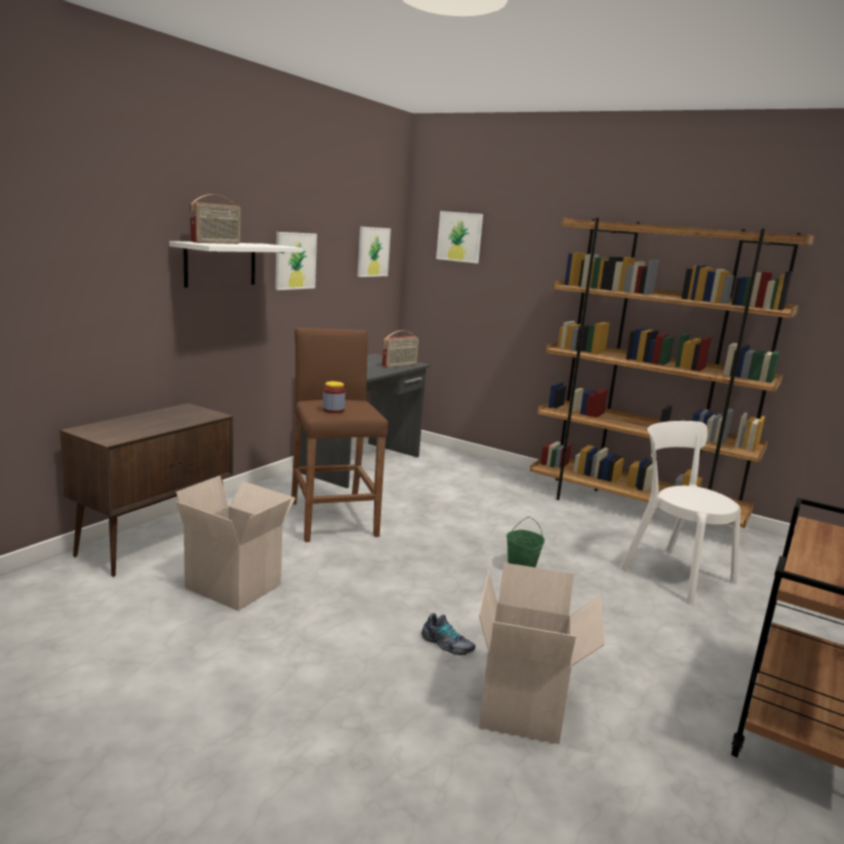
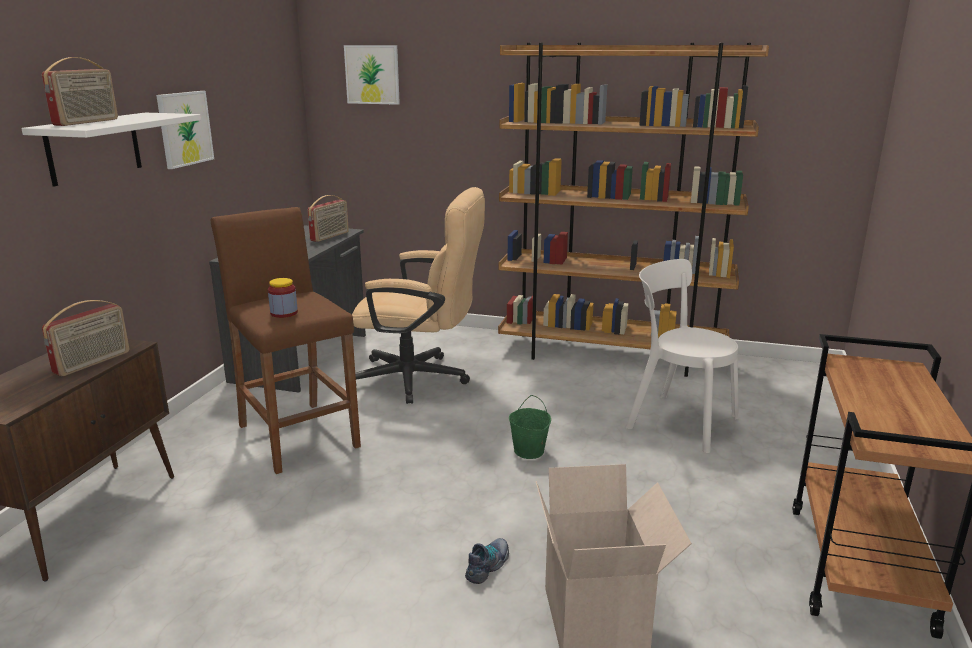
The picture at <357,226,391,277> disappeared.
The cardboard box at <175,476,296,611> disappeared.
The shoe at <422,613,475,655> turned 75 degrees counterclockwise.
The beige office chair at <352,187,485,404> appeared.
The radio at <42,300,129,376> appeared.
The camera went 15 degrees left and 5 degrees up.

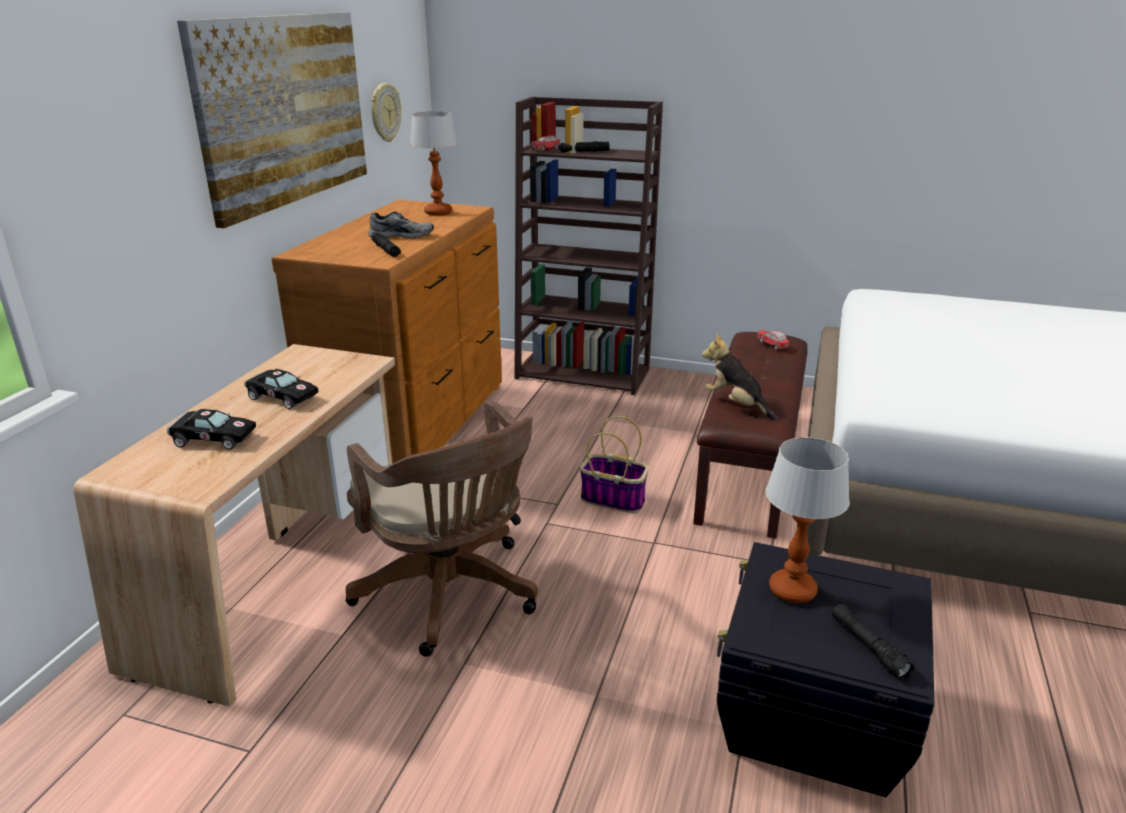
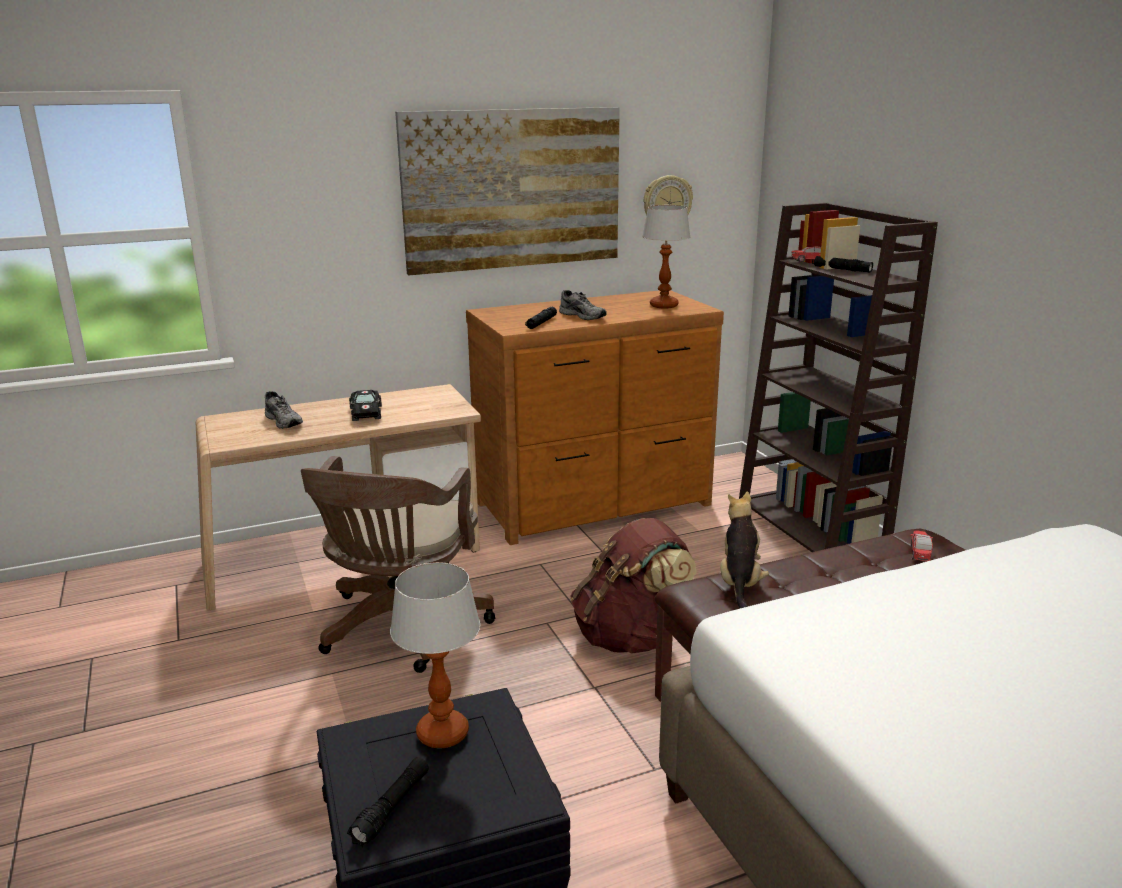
The black toy car at <167,409,256,450> was replaced by the grey shoe at <265,391,303,429>.
The basket at <580,416,649,513> was replaced by the brown backpack at <570,518,697,654>.
The camera went 50 degrees right and 5 degrees down.

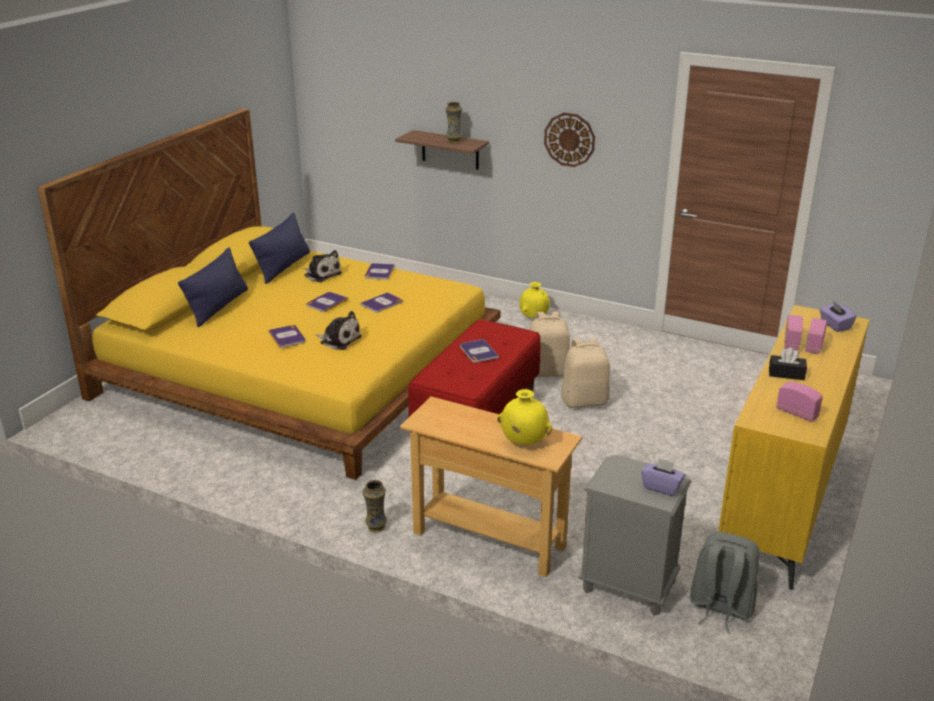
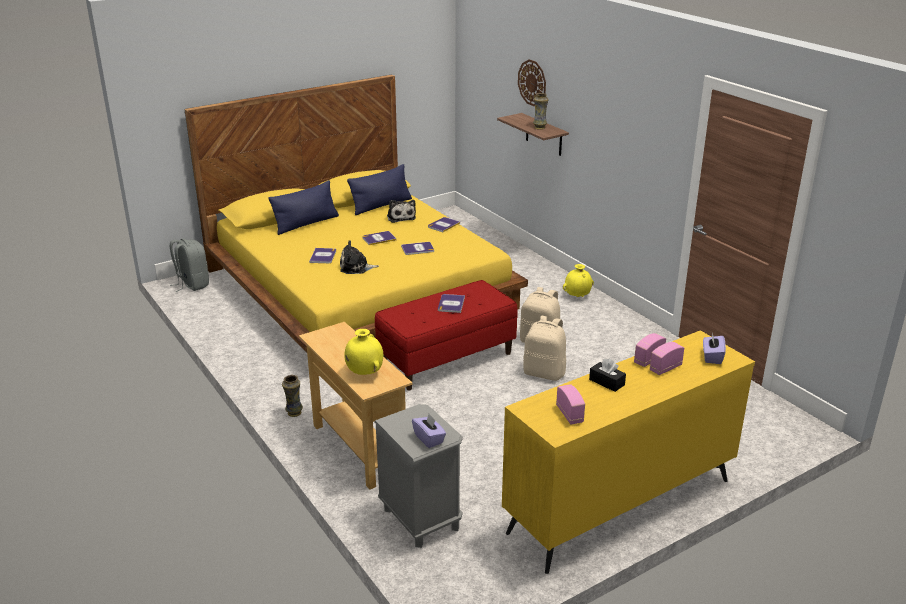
The wall clock moved from <544,113,595,167> to <518,59,546,106>.
The plush toy at <316,311,362,350> turned 120 degrees clockwise.
The grey backpack moved from <690,532,760,633> to <170,238,209,292>.
The camera went 30 degrees right and 0 degrees up.

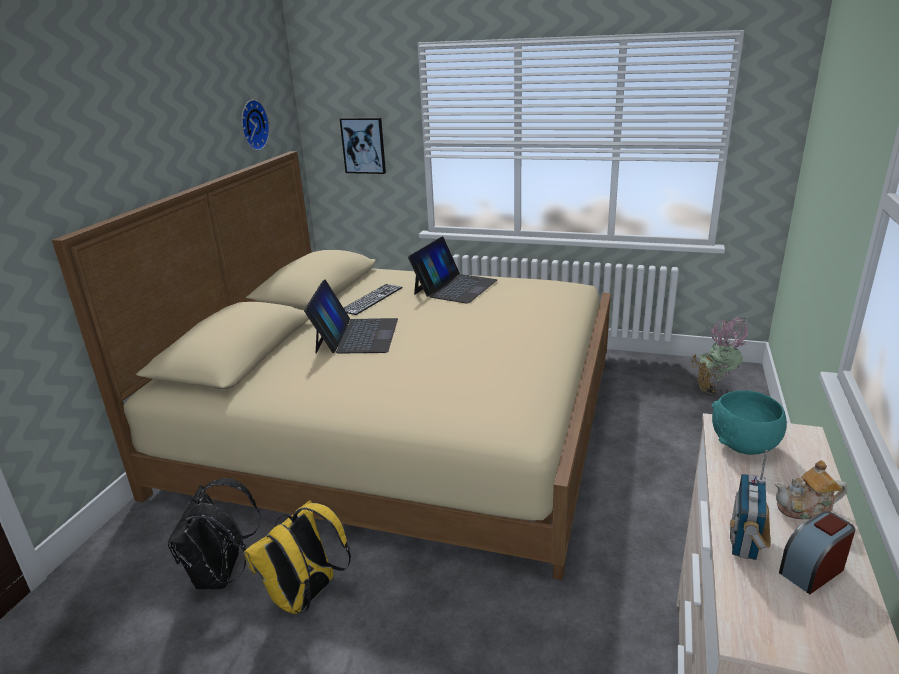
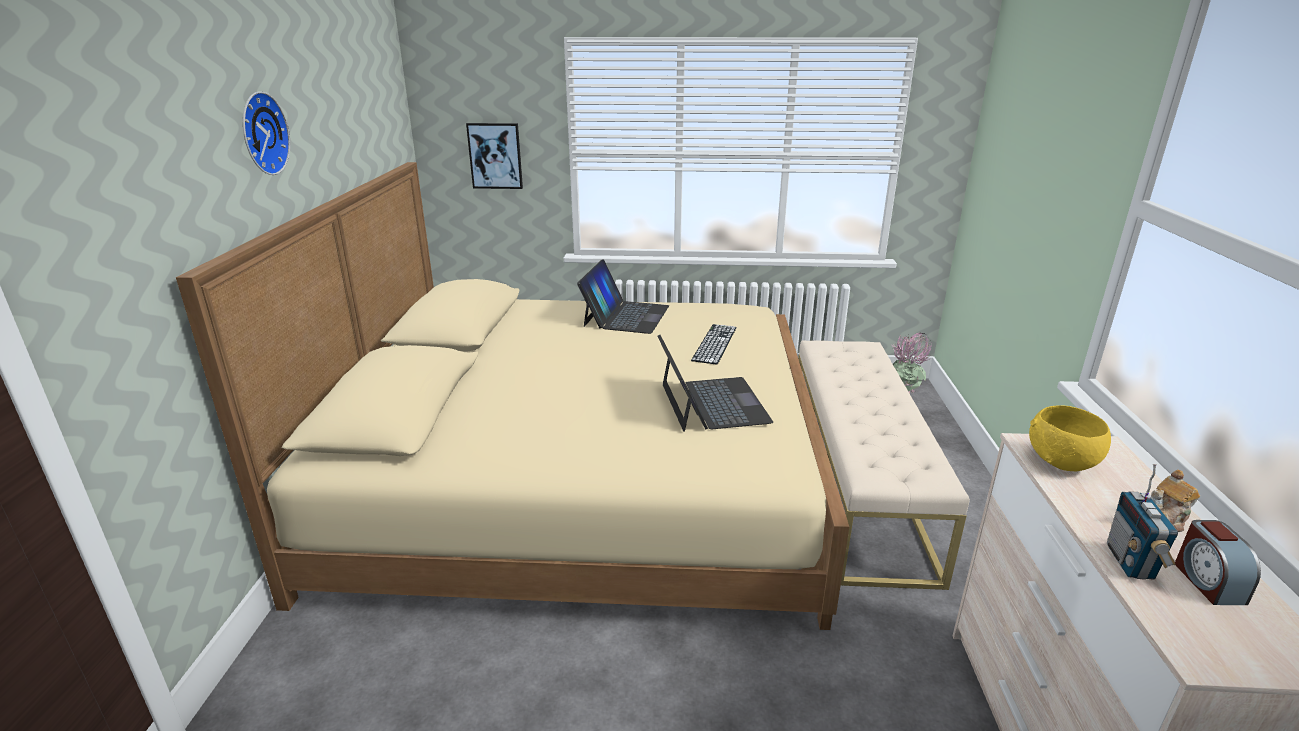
The wall clock moved from <241,100,270,151> to <243,91,290,175>.
The laptop moved from <304,280,398,354> to <657,335,773,432>.
The keyboard moved from <344,284,403,315> to <691,324,737,365>.
The turquoise bowl at <712,390,787,455> became the yellow bowl at <1029,405,1111,471>.
The black backpack at <168,478,261,589> disappeared.
The yellow backpack at <243,500,351,614> disappeared.
The alarm clock at <779,511,855,594> turned 45 degrees counterclockwise.
The beige bench at <798,340,970,590> appeared.
The camera went 15 degrees left and 0 degrees up.

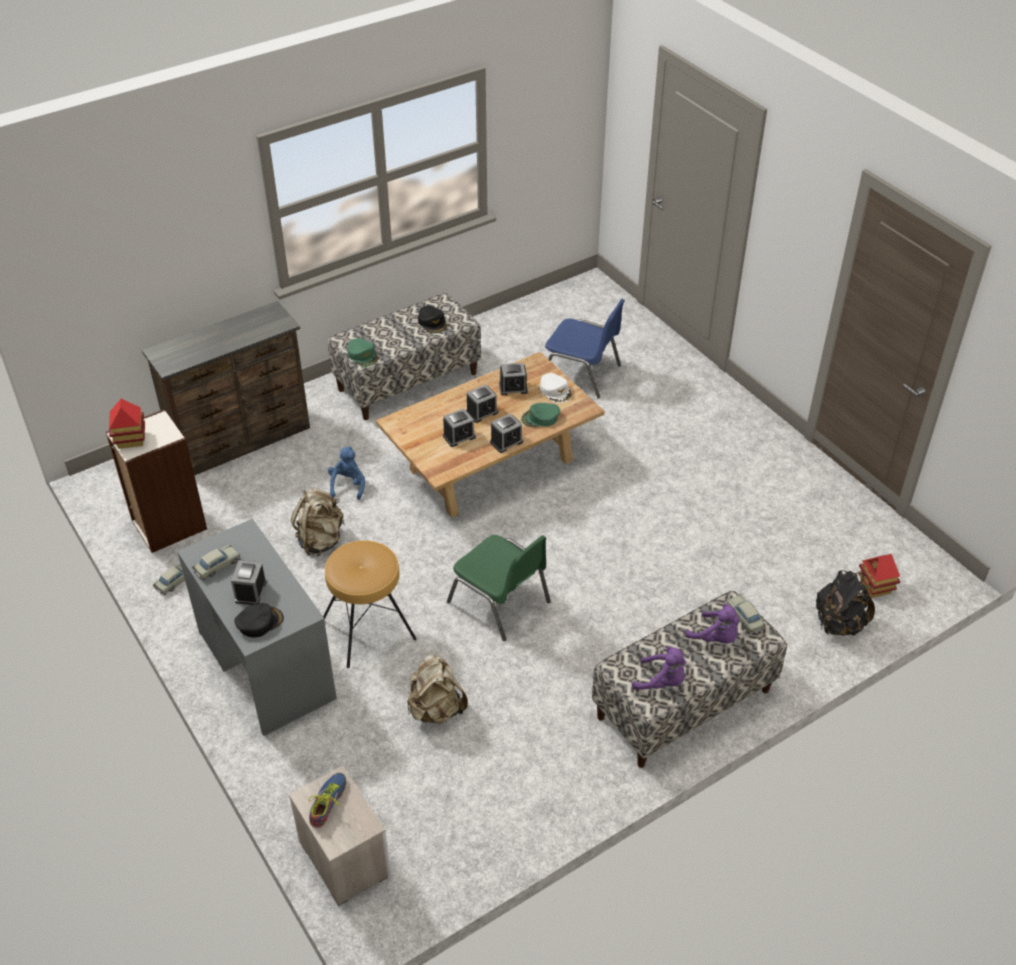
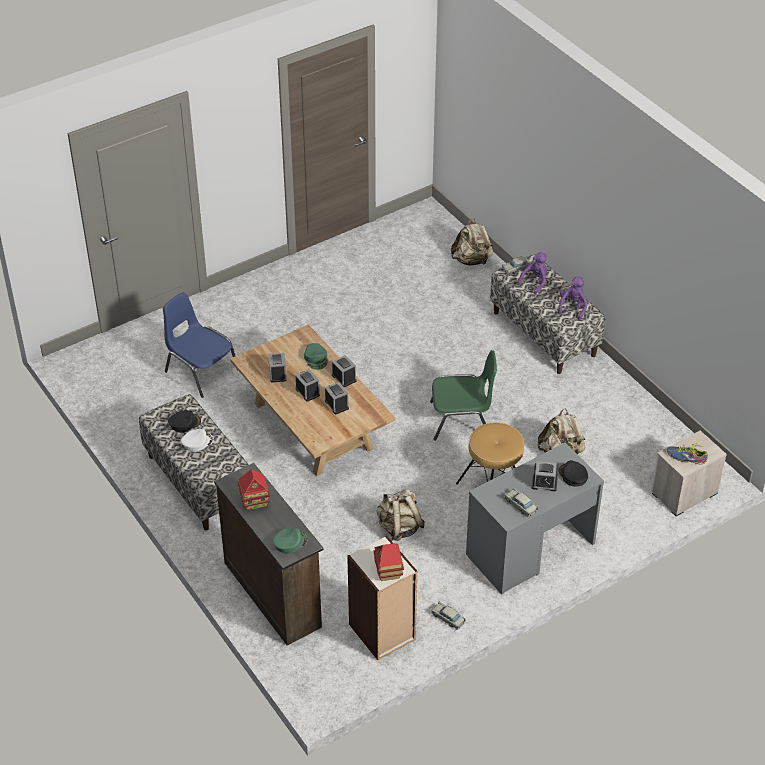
The blue chair at <545,299,625,399> turned 75 degrees counterclockwise.
The green cap moved from <347,338,378,367> to <272,527,308,554>.
The white cap moved from <540,373,572,403> to <181,429,214,452>.
The blue plush toy at <328,446,365,500> disappeared.
The green chair at <447,535,551,641> turned 45 degrees clockwise.
The toy house moved from <858,554,900,598> to <238,469,270,510>.
The black backpack at <816,570,875,636> became the beige backpack at <451,218,493,266>.
The camera went 90 degrees left and 0 degrees up.

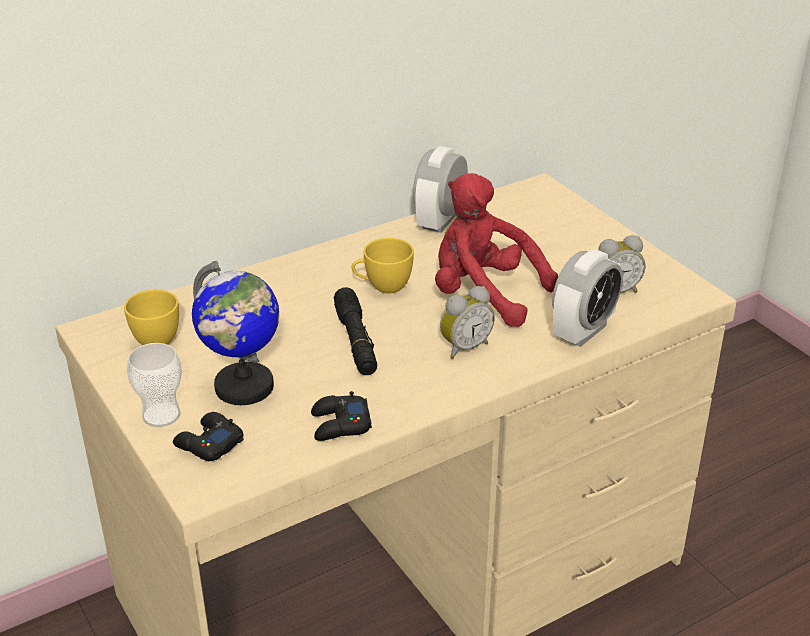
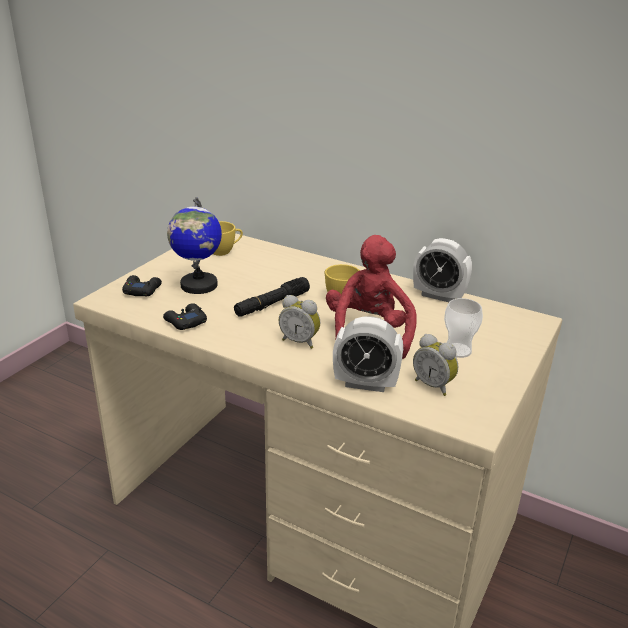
The alarm clock at <413,146,468,233> turned 150 degrees counterclockwise.
The cup moved from <127,343,182,427> to <444,298,483,358>.
The camera went 60 degrees right and 5 degrees down.

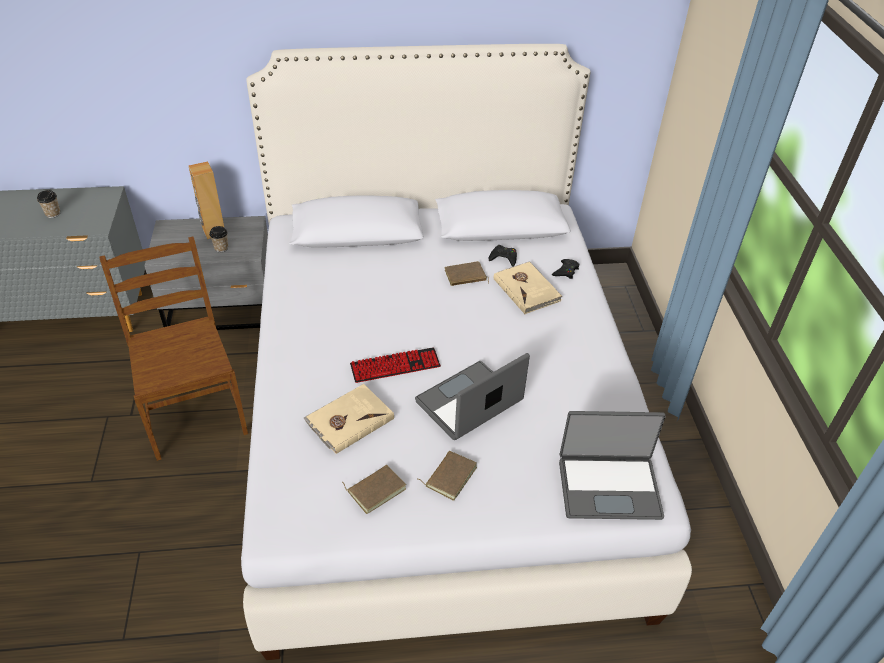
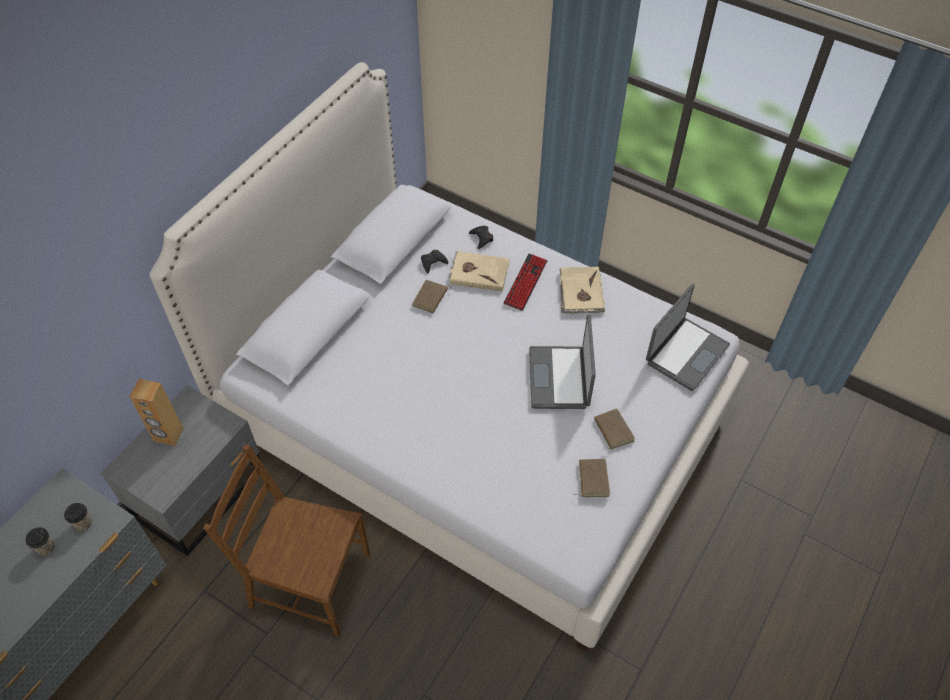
The cup moved from <209,226,228,252> to <64,503,92,531>.
The keyboard moved from <350,347,441,383> to <504,254,547,311>.
The beige book moved from <304,384,394,454> to <560,267,605,313>.
The camera went 50 degrees left and 10 degrees up.

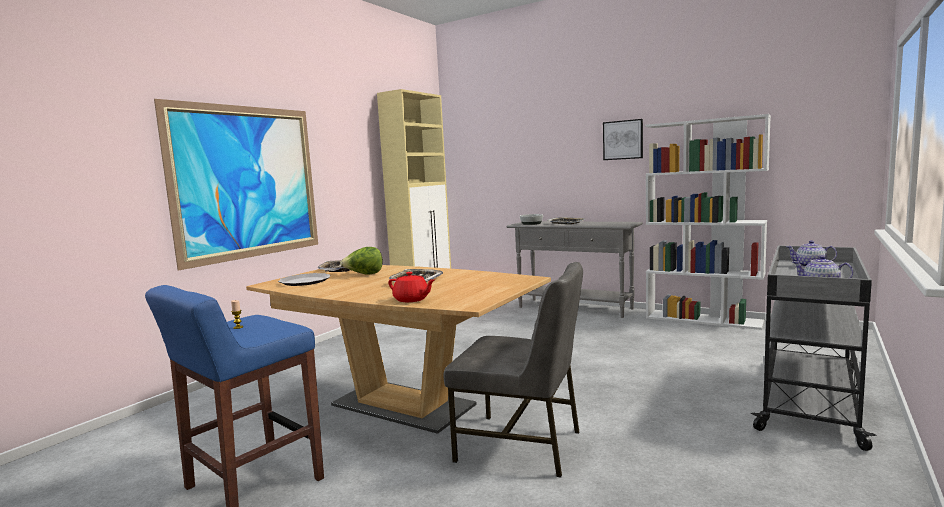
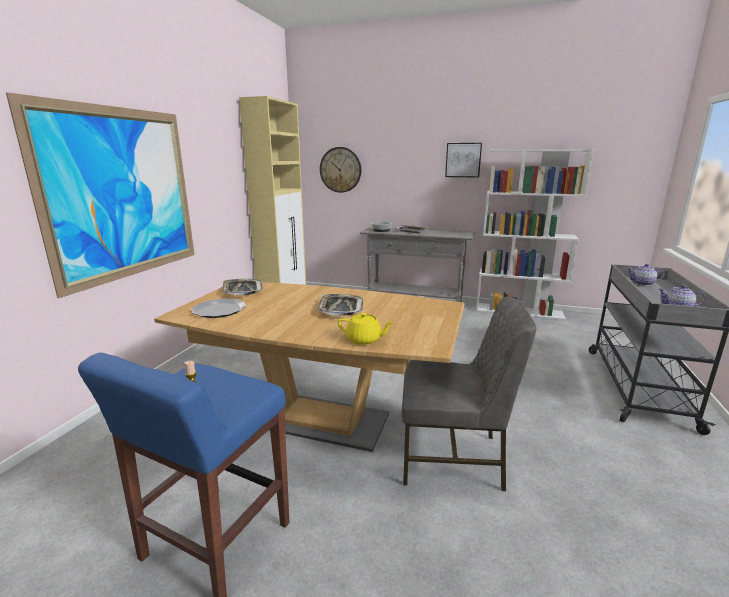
The lettuce at <340,247,383,275> disappeared.
The red teapot at <388,272,434,302> became the yellow teapot at <337,313,394,345>.
The wall clock at <320,147,361,193> appeared.
The camera went 15 degrees left and 10 degrees up.

